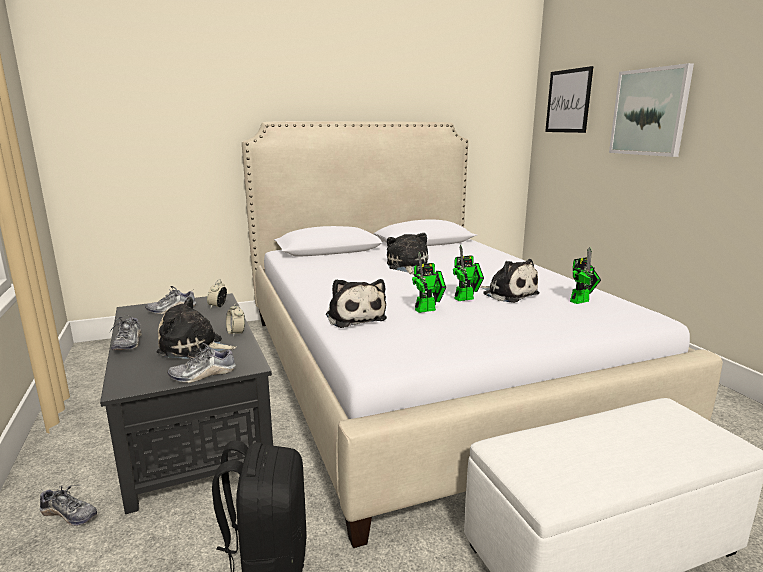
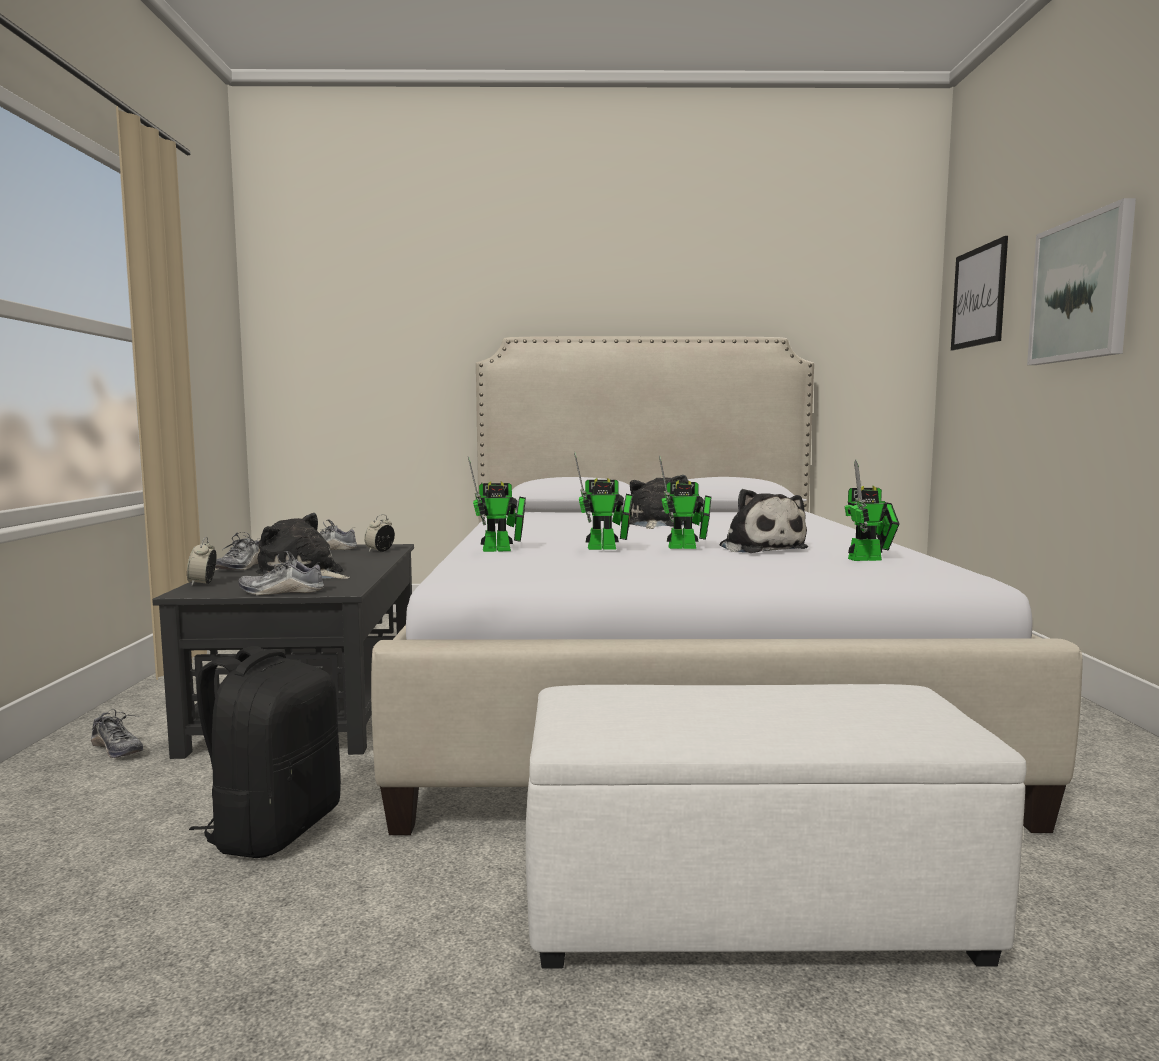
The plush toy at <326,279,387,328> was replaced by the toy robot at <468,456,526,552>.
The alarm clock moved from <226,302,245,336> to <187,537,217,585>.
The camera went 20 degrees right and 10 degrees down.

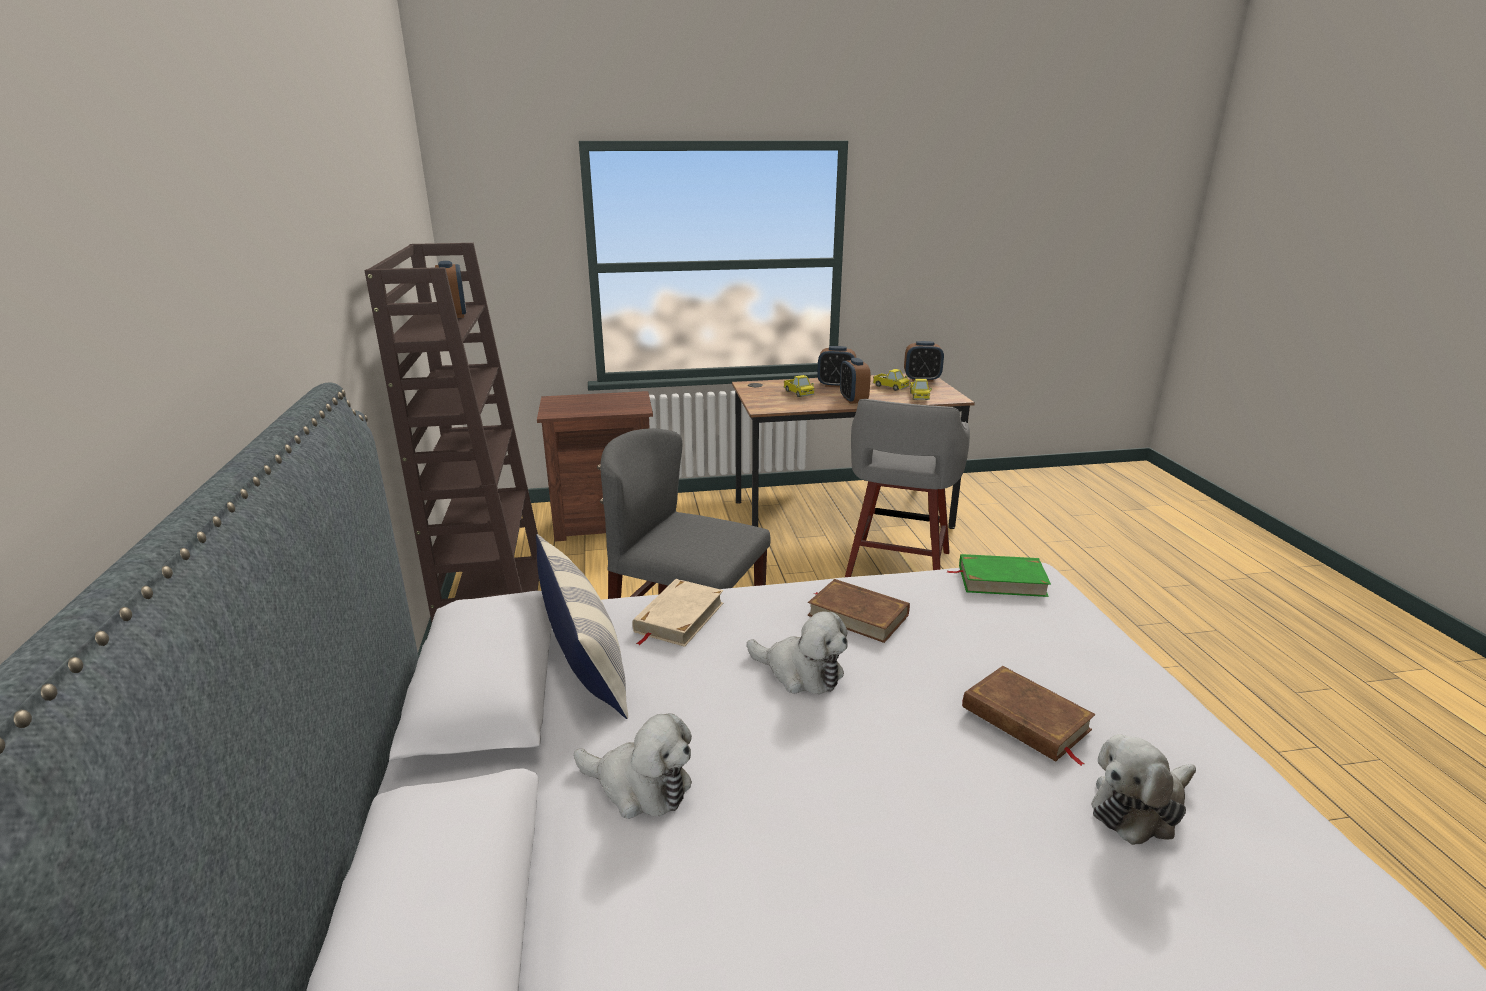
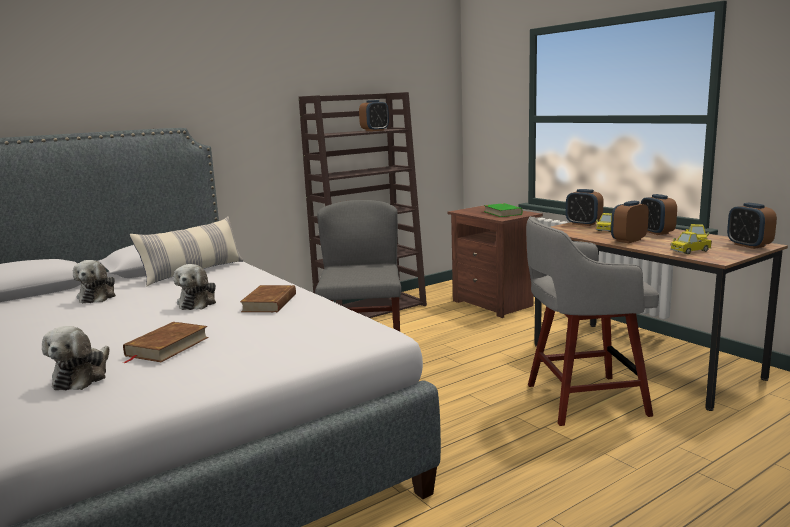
The green book moved from <946,554,1051,597> to <484,203,522,217>.
The beige book at <633,579,724,647> disappeared.
The plush toy at <1092,734,1196,845> turned 120 degrees counterclockwise.
The alarm clock at <566,189,604,226> appeared.
The camera went 65 degrees right and 10 degrees down.

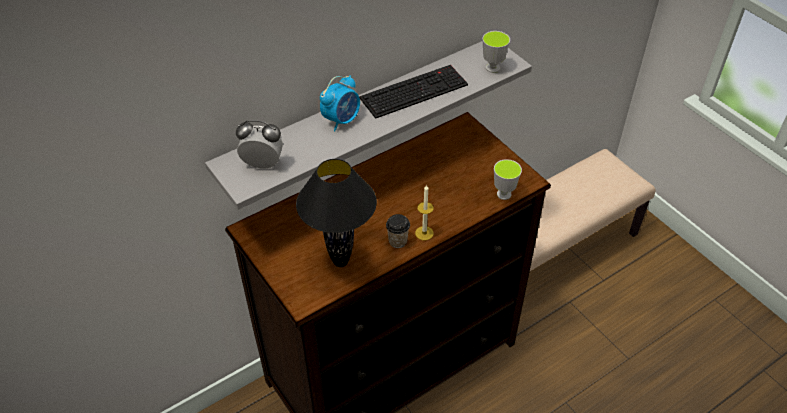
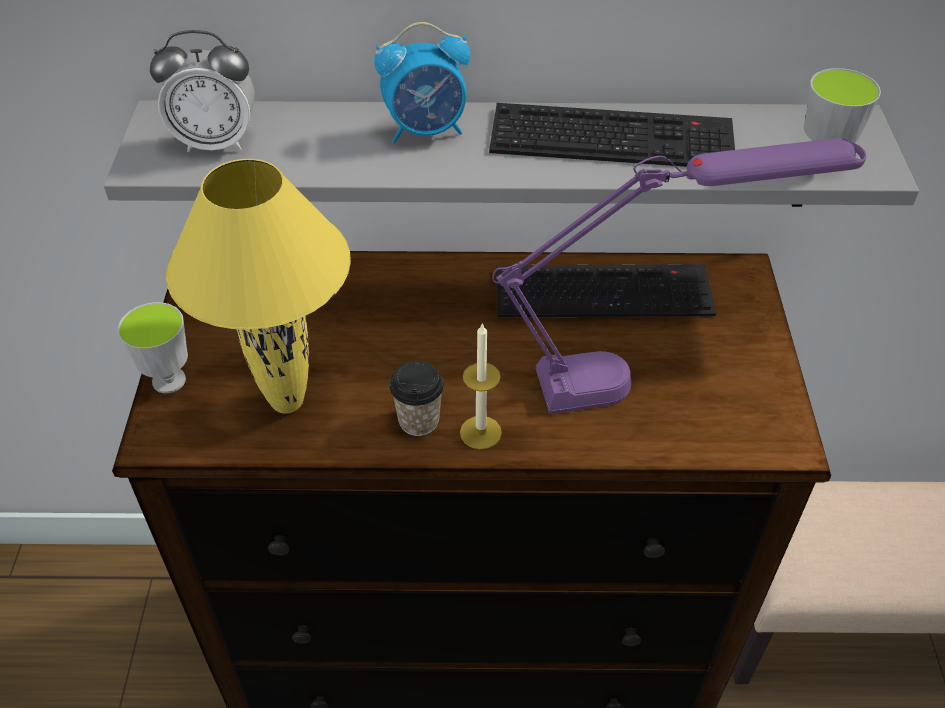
The alarm clock at <236,120,283,169> turned 135 degrees clockwise.
The black table lamp at <296,159,377,267> became the yellow table lamp at <166,159,351,414>.
The cup moved from <494,159,522,200> to <118,302,188,393>.
The purple table lamp at <492,138,866,414> appeared.
The keyboard at <496,264,716,318> appeared.
The camera went 35 degrees right and 0 degrees up.

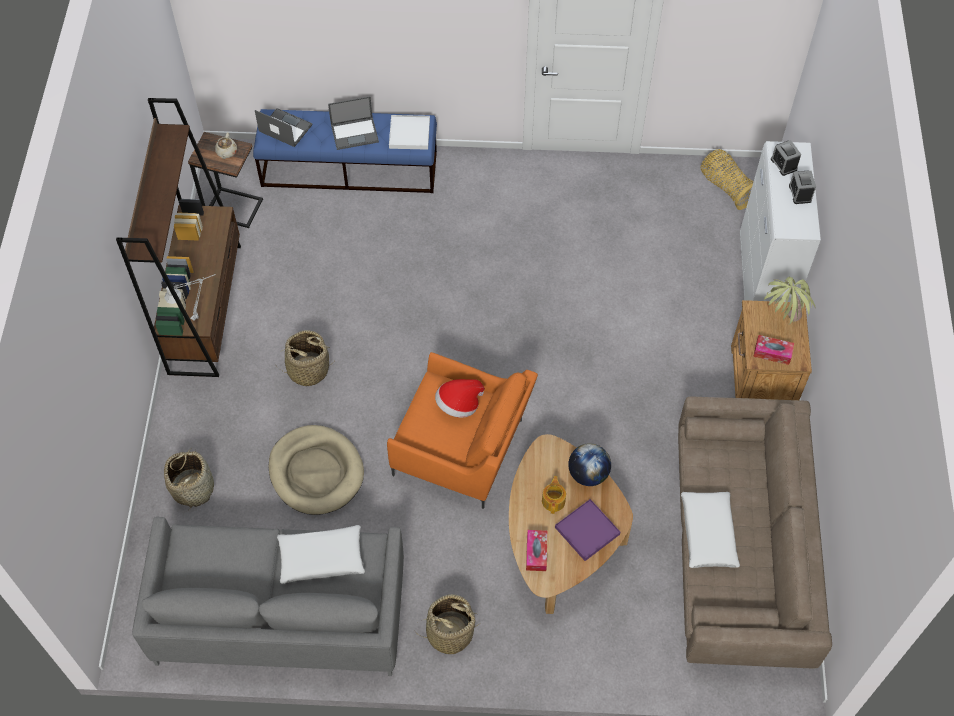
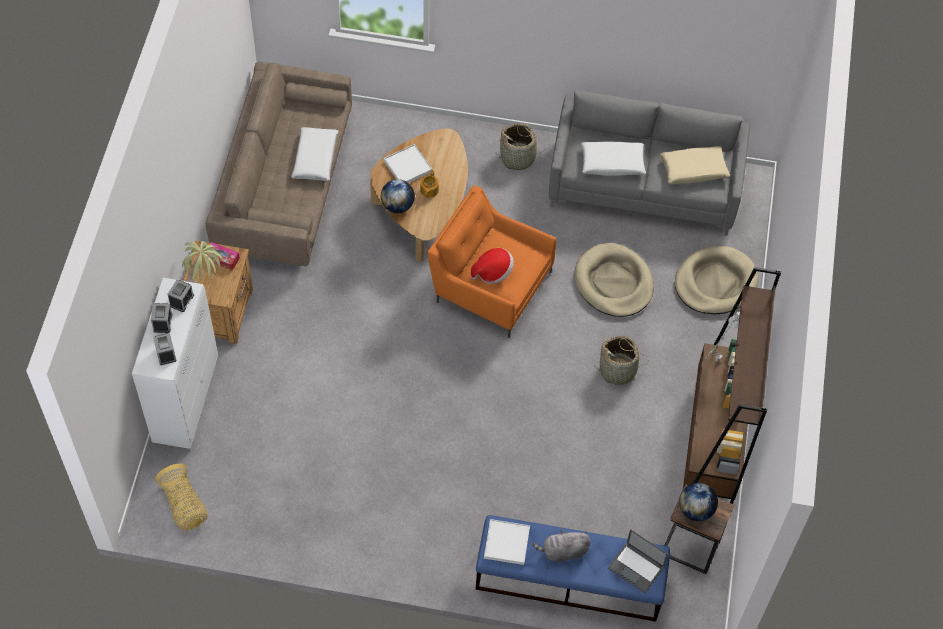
The laptop at <328,96,379,150> was replaced by the grey plush toy at <533,530,591,562>.
The beige teapot at <215,132,237,159> was replaced by the globe at <679,483,718,521>.
The basket at <164,450,214,510> was replaced by the beige dog bed at <675,246,758,315>.
The purple tray at <555,499,620,561> became the white tray at <384,144,432,183>.
The tissue box at <526,530,547,571> disappeared.
The beige pillow at <660,146,730,184> appeared.
The alarm clock at <168,280,194,312> appeared.
The camera went 175 degrees left and 0 degrees up.

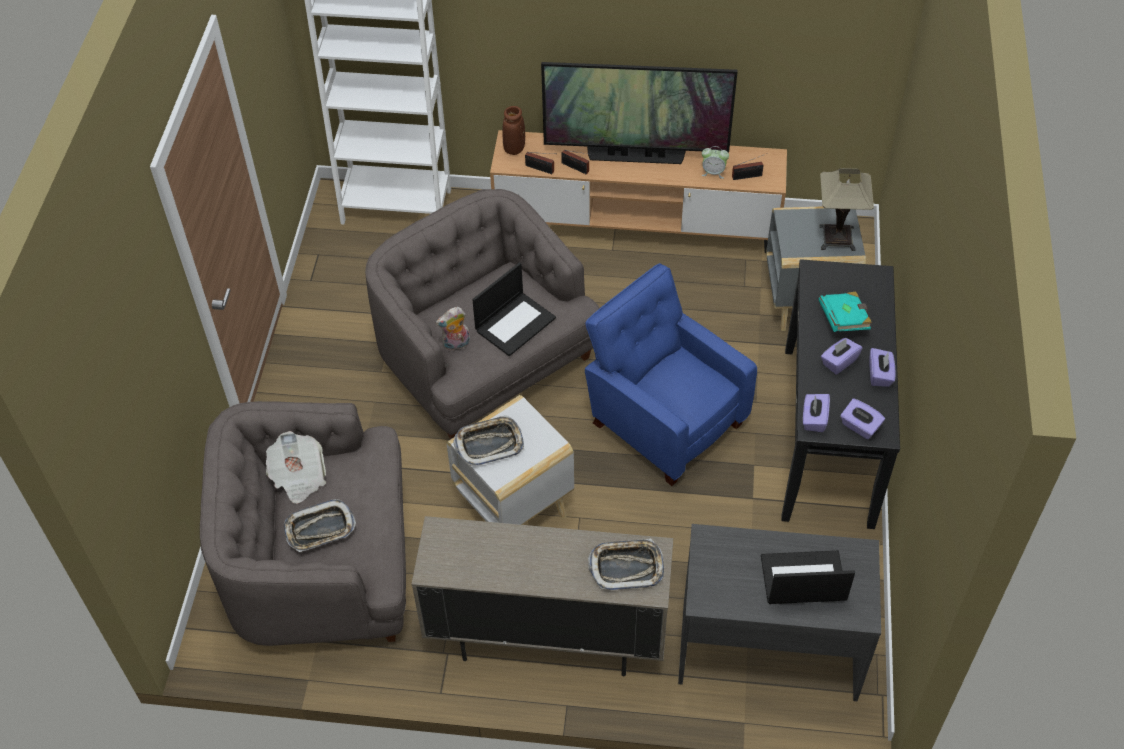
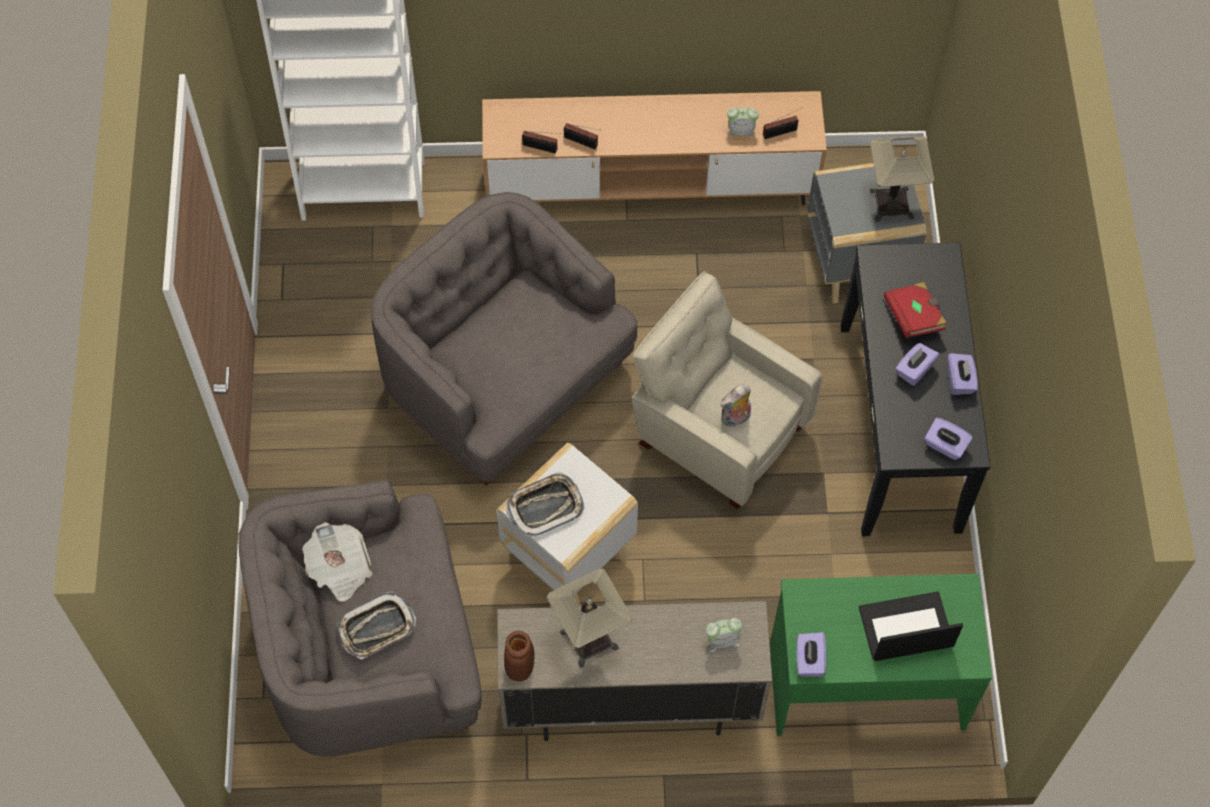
The television at <541,62,738,164> disappeared.
The brown vase moved from <502,106,525,155> to <504,631,535,682>.
The laptop at <472,262,556,356> disappeared.
The blue armchair at <585,263,757,486> became the beige armchair at <632,271,822,509>.
The turquoise book at <819,292,872,332> became the red book at <884,282,947,338>.
The plush toy moved from <436,307,470,351> to <720,385,751,427>.
The purple tissue box moved from <803,394,830,432> to <797,632,826,677>.
The grey desk at <678,524,881,701> became the green desk at <770,574,992,736>.
The tray at <588,539,664,590> was replaced by the alarm clock at <706,618,742,652>.
The table lamp at <547,568,632,668> appeared.
The camera went 10 degrees left and 10 degrees up.

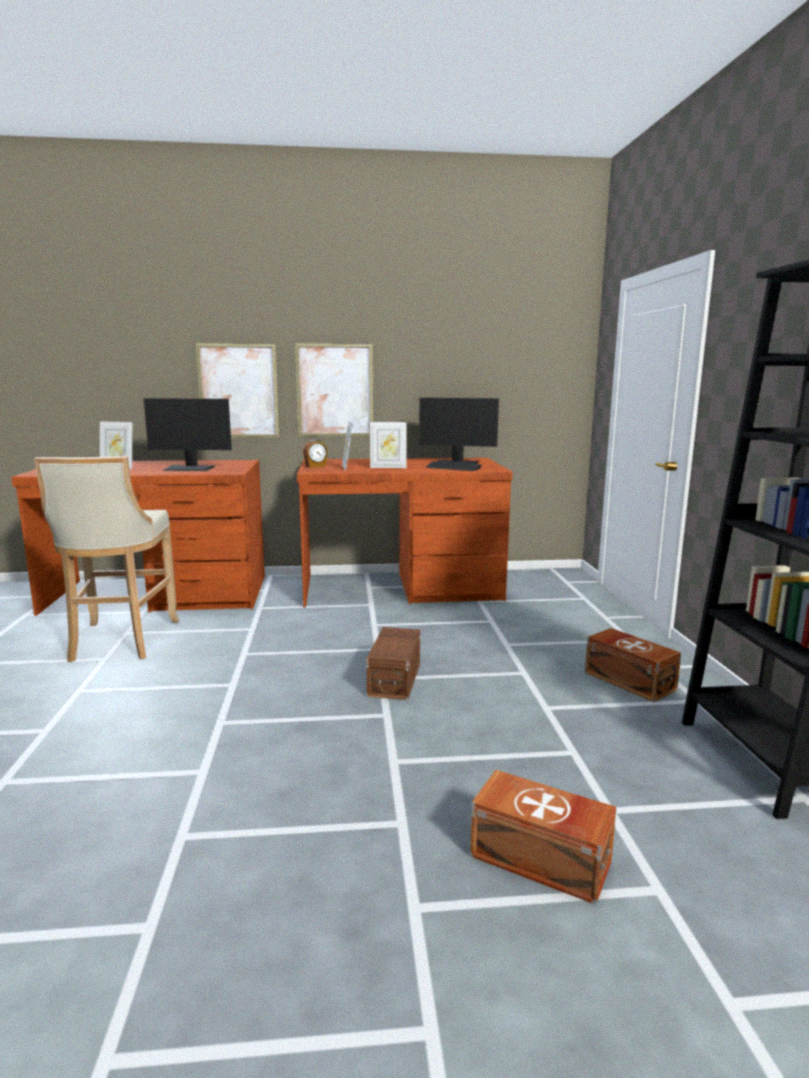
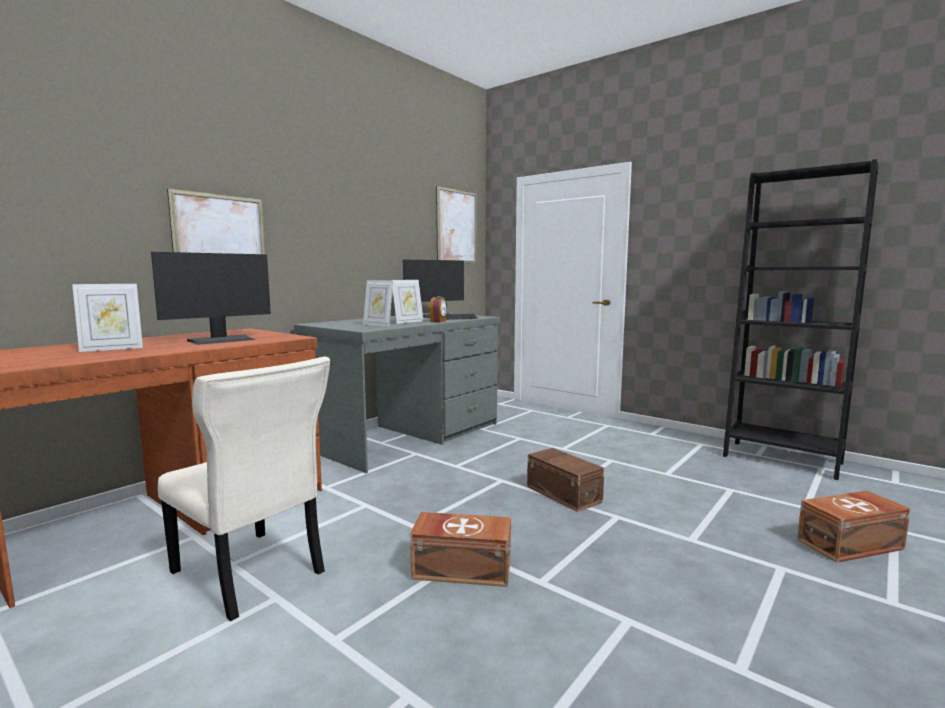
The picture moved from <295,343,374,437> to <436,186,477,263>.
The alarm clock moved from <303,439,328,468> to <429,296,447,323>.
The beige stool at <34,456,179,662> was replaced by the beige chair at <158,357,330,621>.
The brown desk at <297,458,513,607> became the grey desk at <294,313,500,473>.
The brown storage box moved from <585,628,681,702> to <410,512,511,587>.
The camera went 45 degrees left and 5 degrees down.

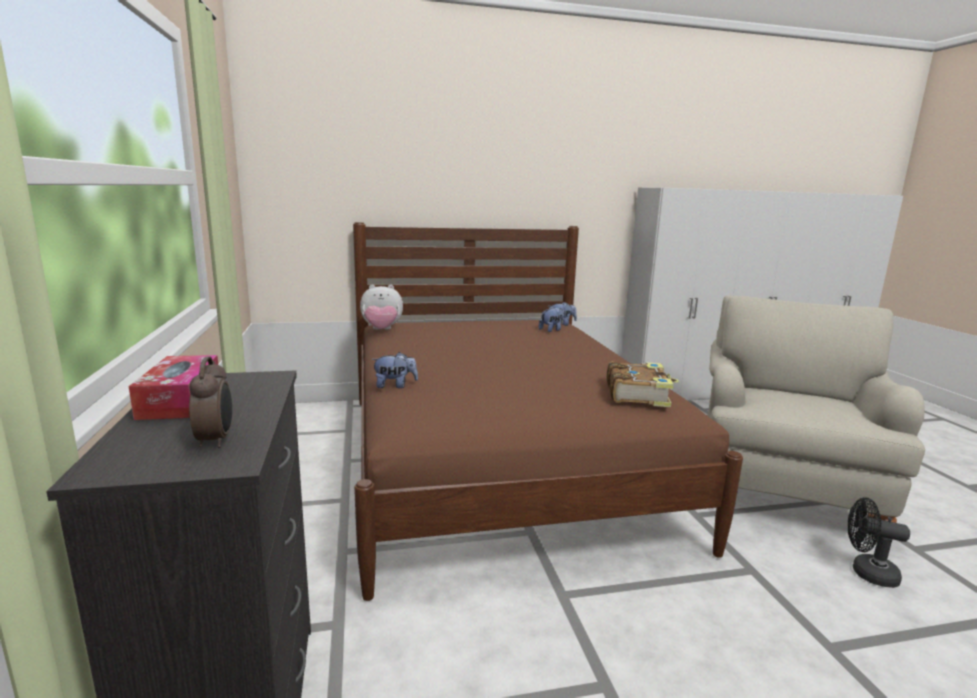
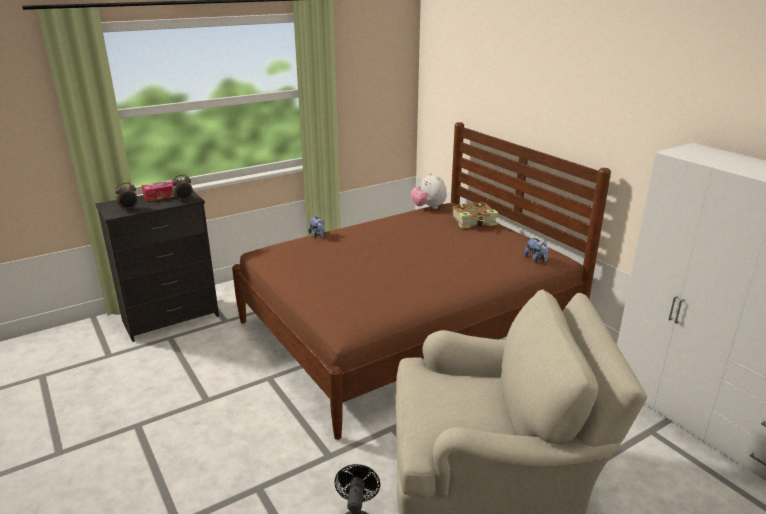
The plush toy at <539,306,565,332> disappeared.
The book moved from <607,361,679,407> to <452,202,498,229>.
The alarm clock at <172,175,193,202> appeared.
The camera went 70 degrees right and 10 degrees up.

